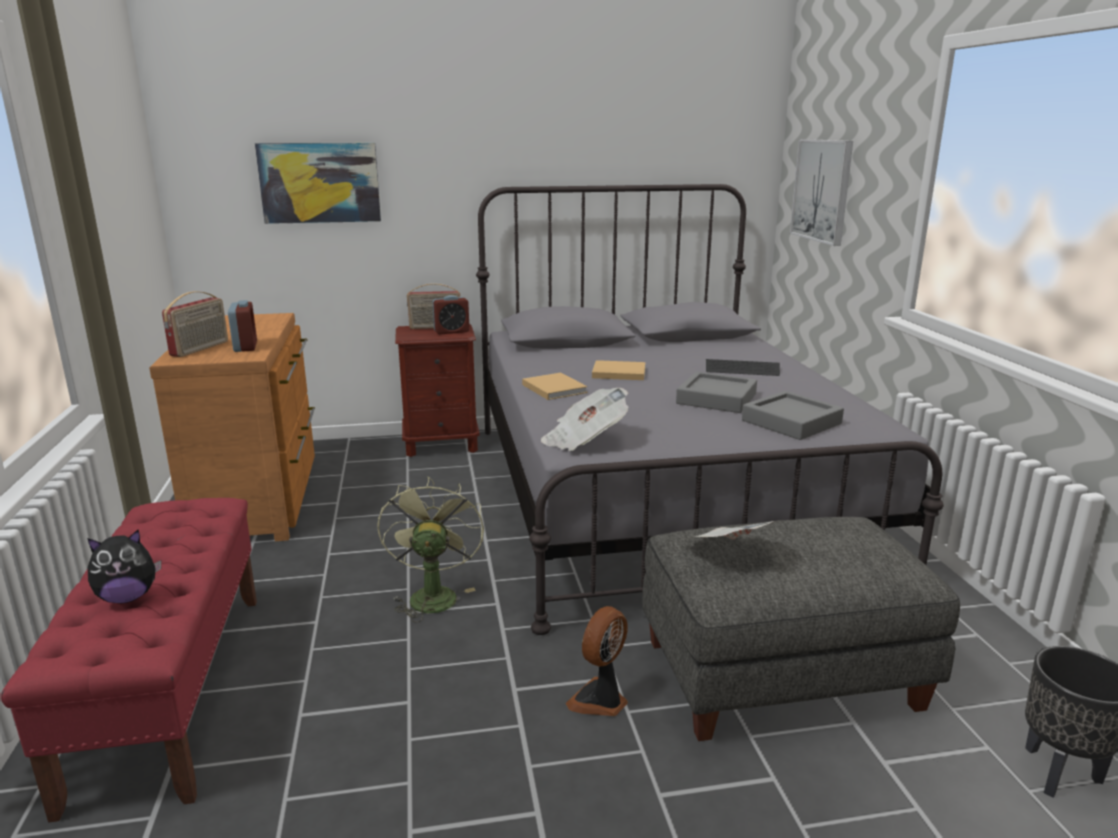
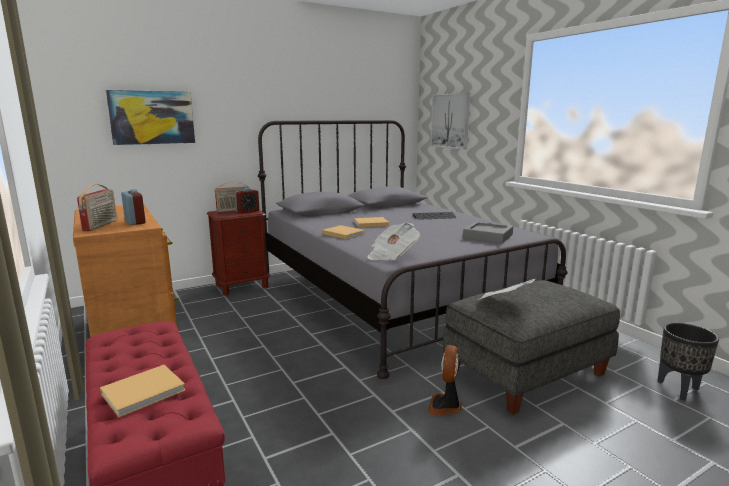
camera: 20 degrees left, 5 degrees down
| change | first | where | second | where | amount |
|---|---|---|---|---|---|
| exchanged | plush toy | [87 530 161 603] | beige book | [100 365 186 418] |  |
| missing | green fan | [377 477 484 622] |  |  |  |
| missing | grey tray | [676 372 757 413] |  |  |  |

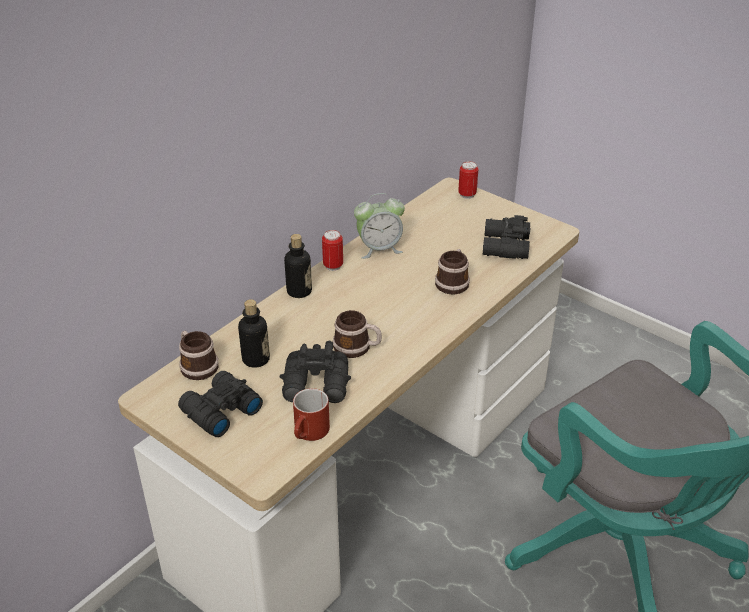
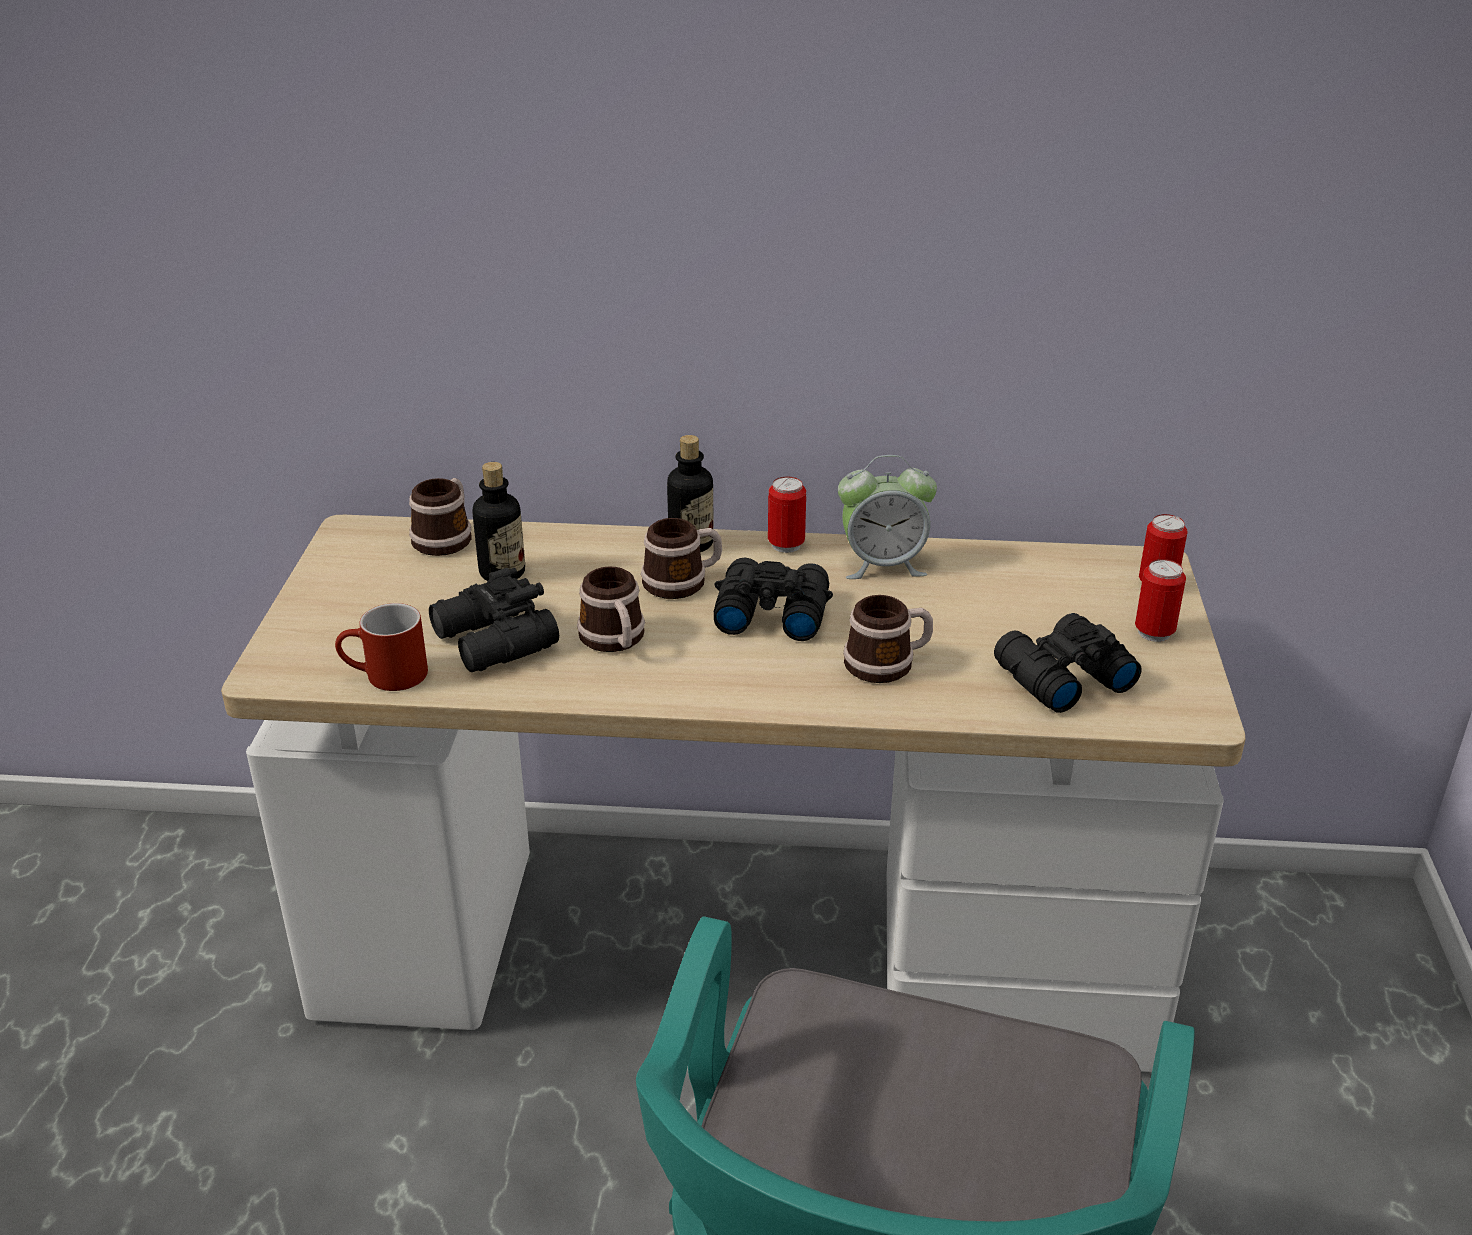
camera: 55 degrees right, 5 degrees down
| change | first | where | second | where | amount |
|---|---|---|---|---|---|
| relocated | black binoculars | [178 371 263 437] |  | [714 558 833 641] |  |
| spun | alarm clock | [354 193 405 259] |  | [838 455 937 579] | 45 degrees counterclockwise |
| appeared |  |  | mug | [641 518 722 599] |  |
| appeared |  |  | can | [1135 559 1186 642] |  |

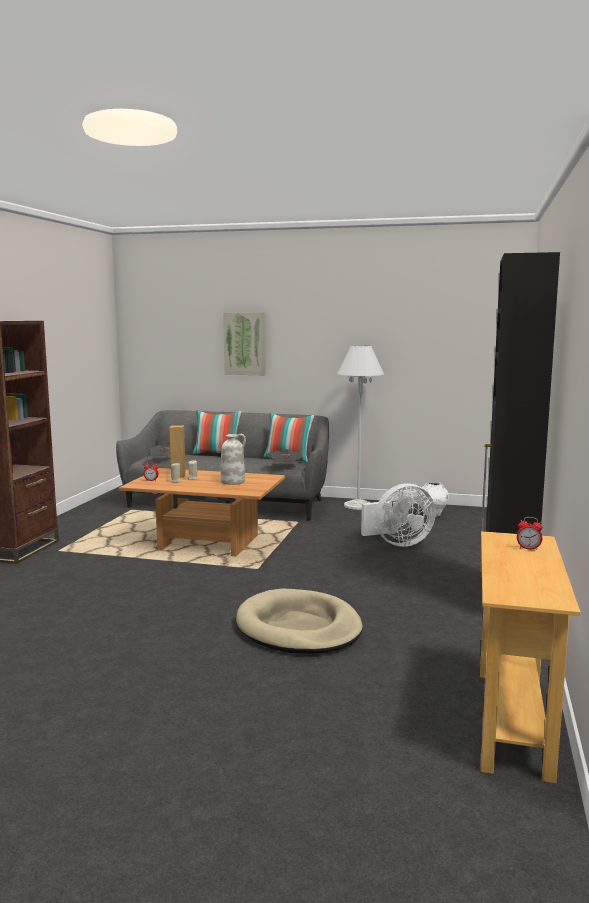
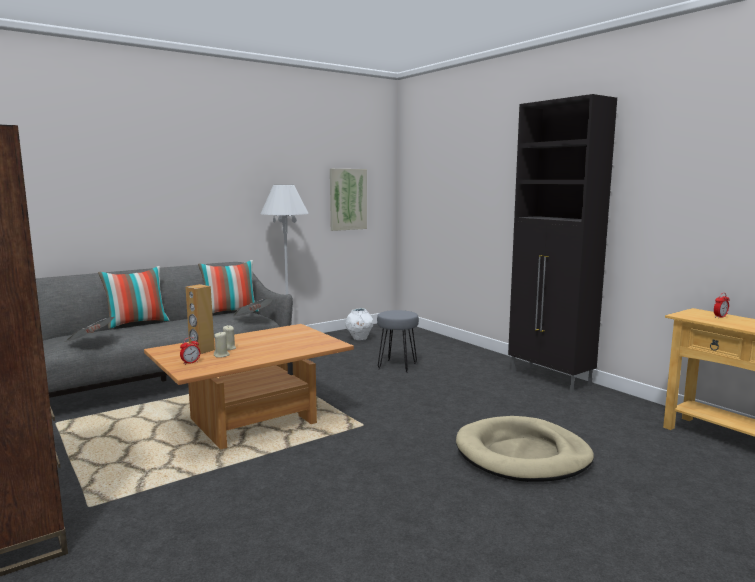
camera: 50 degrees left, 0 degrees up
| change | first | where | second | where | amount |
|---|---|---|---|---|---|
| missing | white vase | [221 434 246 485] |  |  |  |
| relocated | picture | [223 312 266 375] |  | [330 169 367 231] |  |
| exchanged | white fan | [361 483 436 547] | grey stool | [377 310 419 373] |  |

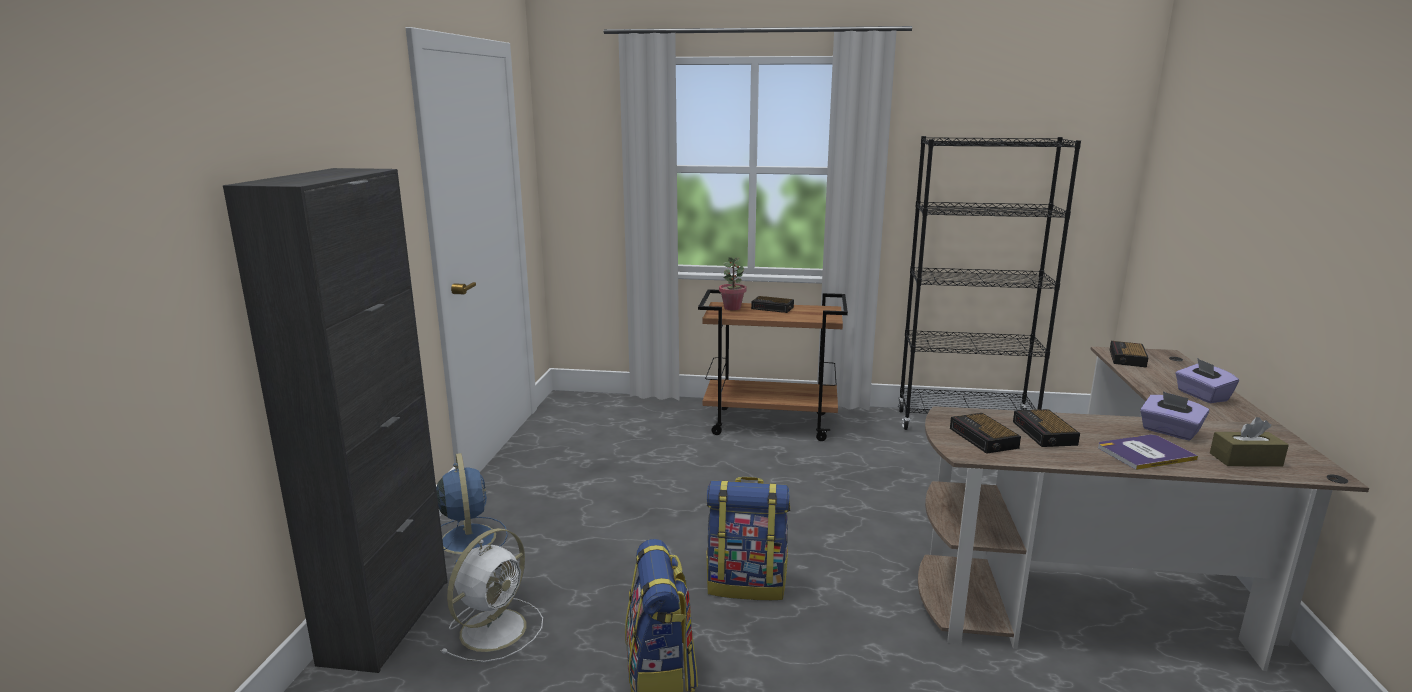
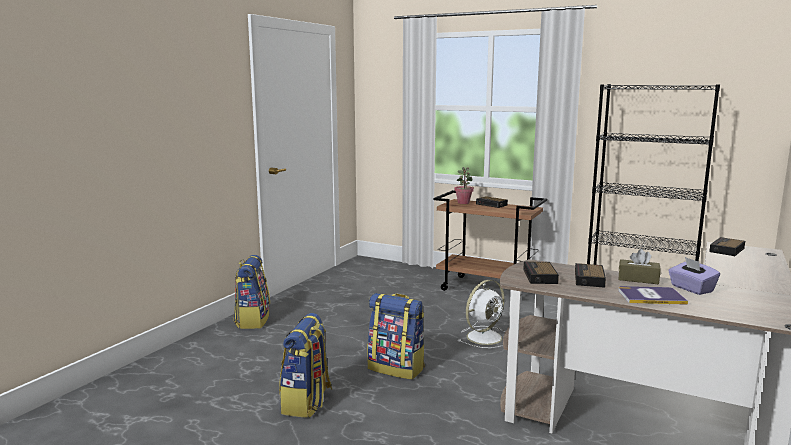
camera: 20 degrees right, 5 degrees down
| change | first | where | second | where | amount |
|---|---|---|---|---|---|
| missing | black cabinet | [223 168 448 673] |  |  |  |
| exchanged | blue fan | [436 453 508 562] | backpack | [233 255 270 329] |  |
| relocated | white fan | [440 528 543 662] |  | [458 280 505 348] |  |
| missing | purple tissue box | [1175 358 1239 403] |  |  |  |
| relocated | brown tissue box | [1210 417 1289 467] |  | [619 249 661 284] |  |

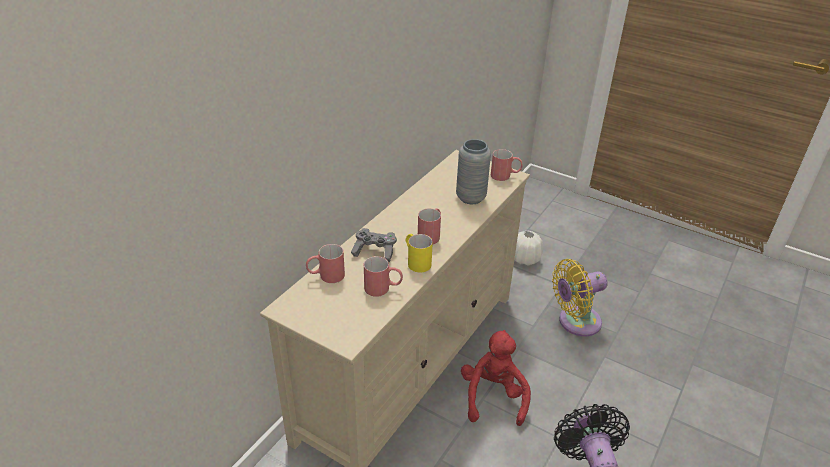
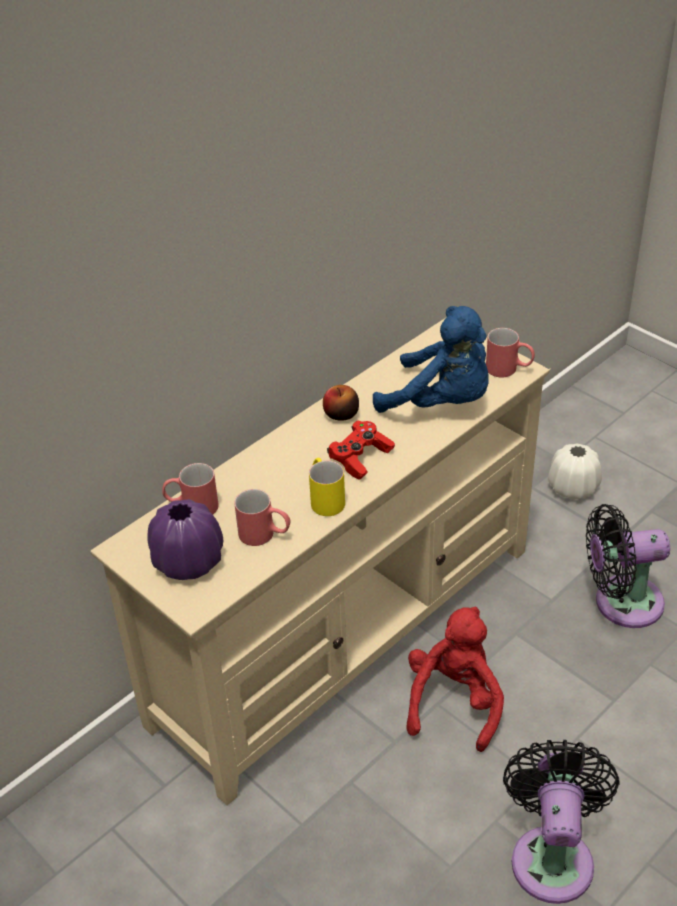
camera: 15 degrees right, 5 degrees up
| change | first | where | second | where | amount |
|---|---|---|---|---|---|
| missing | grey game controller | [351 228 397 262] |  |  |  |
| exchanged | red mug | [418 208 441 244] | red game controller | [327 421 395 480] |  |
| exchanged | grey vase | [456 139 491 204] | blue plush toy | [373 306 489 413] |  |
| colour | yellow fan | [552 259 608 336] | black fan | [586 504 670 628] |  |
| appeared |  |  | purple vase | [147 499 223 580] |  |
| appeared |  |  | apple | [323 385 359 421] |  |

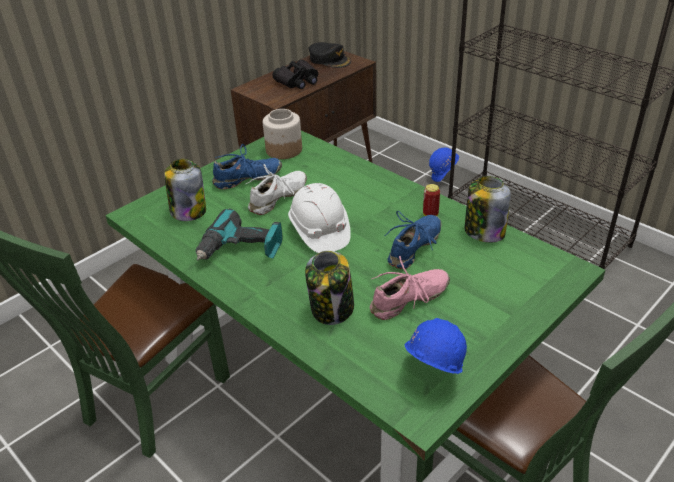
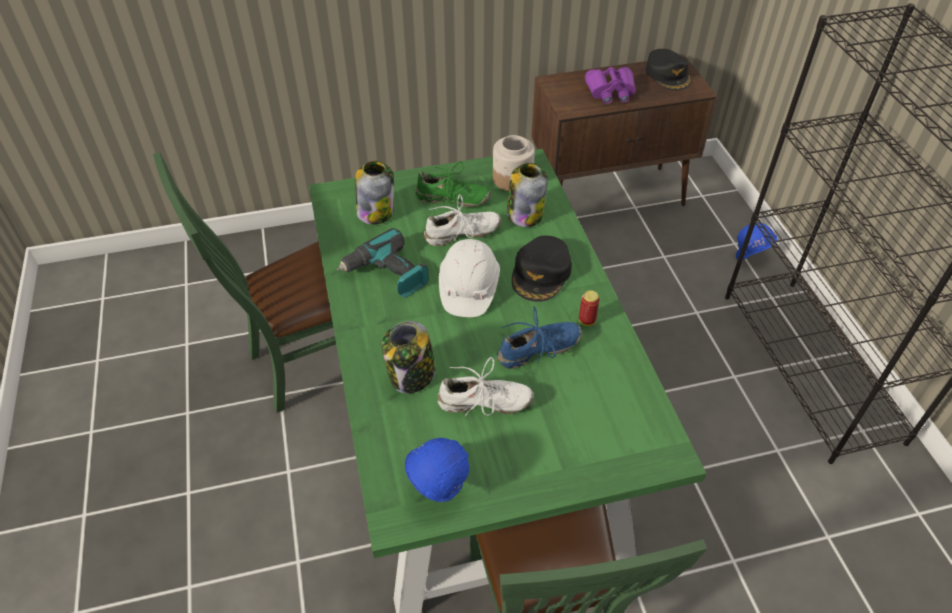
camera: 30 degrees right, 10 degrees up
| change | first | where | second | where | amount |
|---|---|---|---|---|---|
| colour | blue shoe | [212 144 282 189] | green shoe | [416 161 491 207] |  |
| colour | black binoculars | [272 60 318 89] | purple binoculars | [585 67 636 104] |  |
| colour | pink shoe | [370 256 450 320] | white shoe | [437 357 534 417] |  |
| relocated | jar | [465 176 511 243] |  | [506 163 548 227] |  |
| appeared |  |  | black cap | [512 236 572 302] |  |

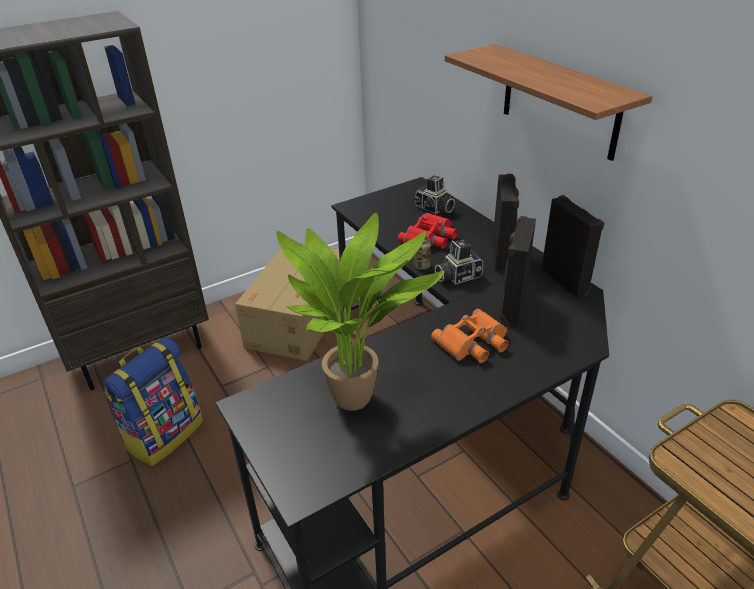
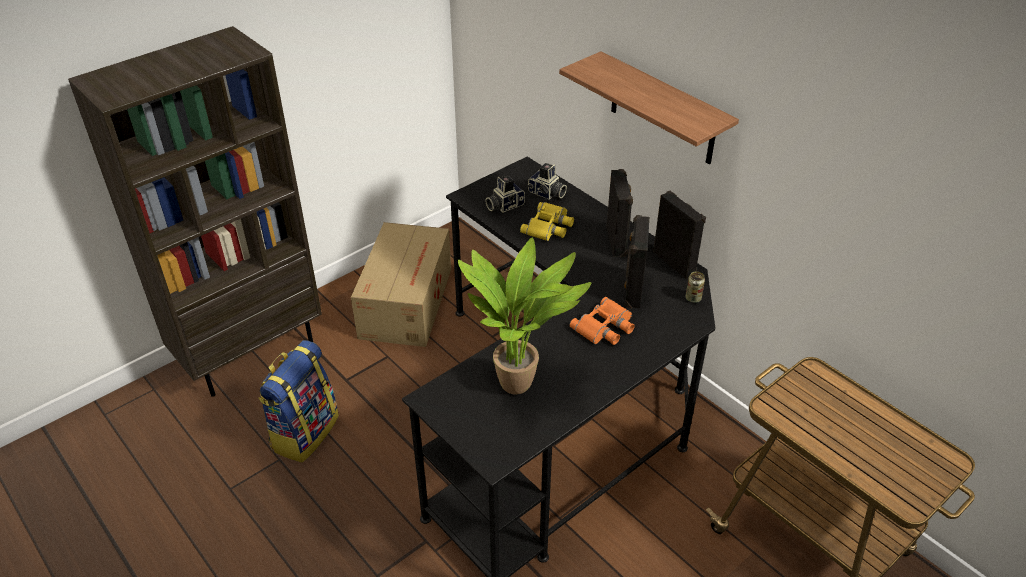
camera: 10 degrees left, 5 degrees up
| change | first | where | second | where | amount |
|---|---|---|---|---|---|
| colour | red binoculars | [398 213 458 249] | yellow binoculars | [520 202 574 241] |  |
| relocated | can | [414 237 431 270] |  | [685 272 705 303] |  |
| relocated | photo camera | [435 240 483 285] |  | [485 175 525 213] |  |

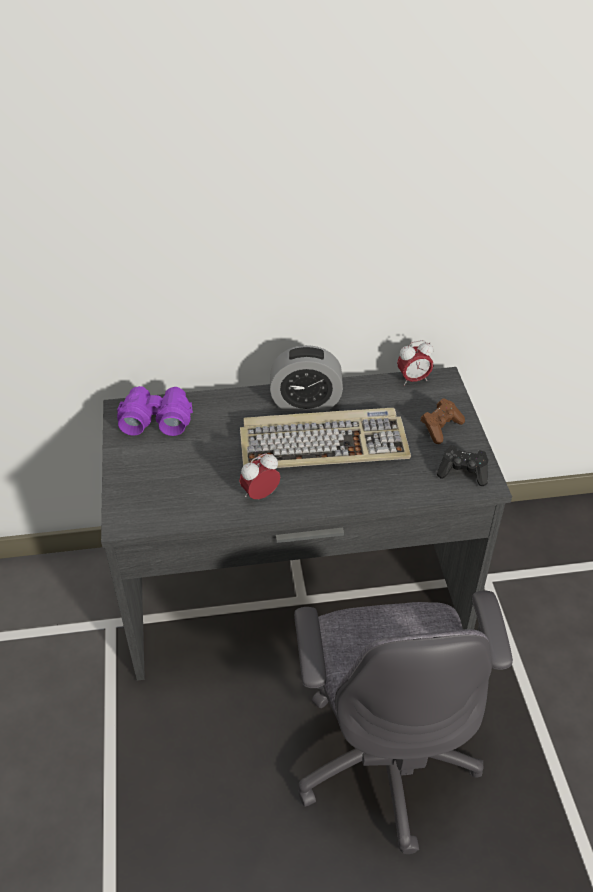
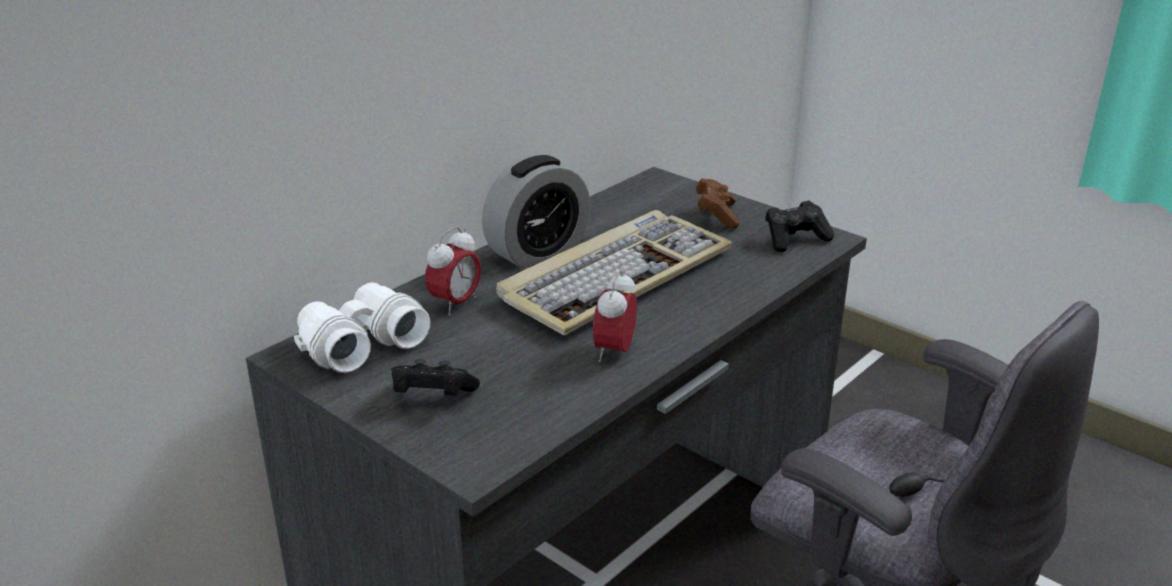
camera: 40 degrees left, 15 degrees down
| change | first | where | second | where | amount |
|---|---|---|---|---|---|
| colour | purple binoculars | [117 386 193 436] | white binoculars | [294 282 430 373] |  |
| relocated | alarm clock | [397 340 434 386] |  | [425 226 481 315] |  |
| appeared |  |  | black game controller | [391 359 480 395] |  |

